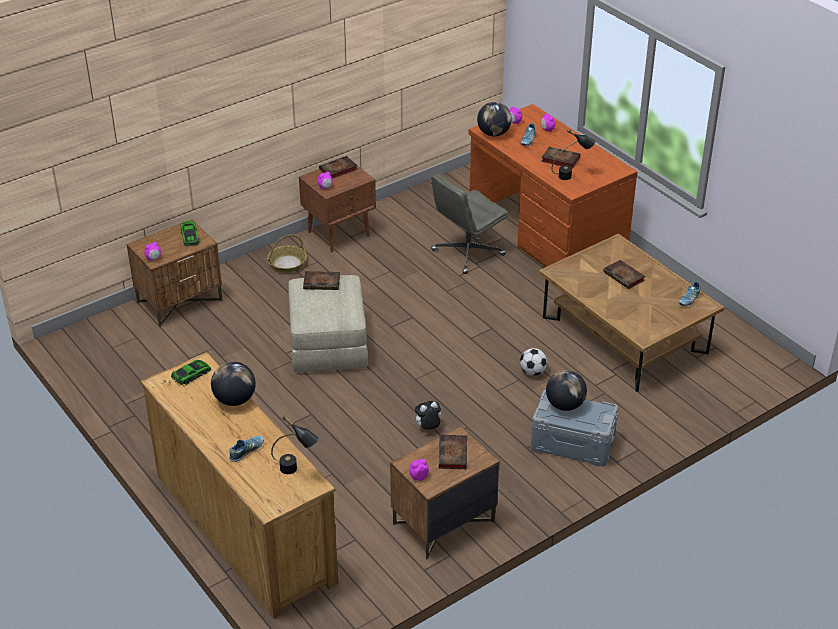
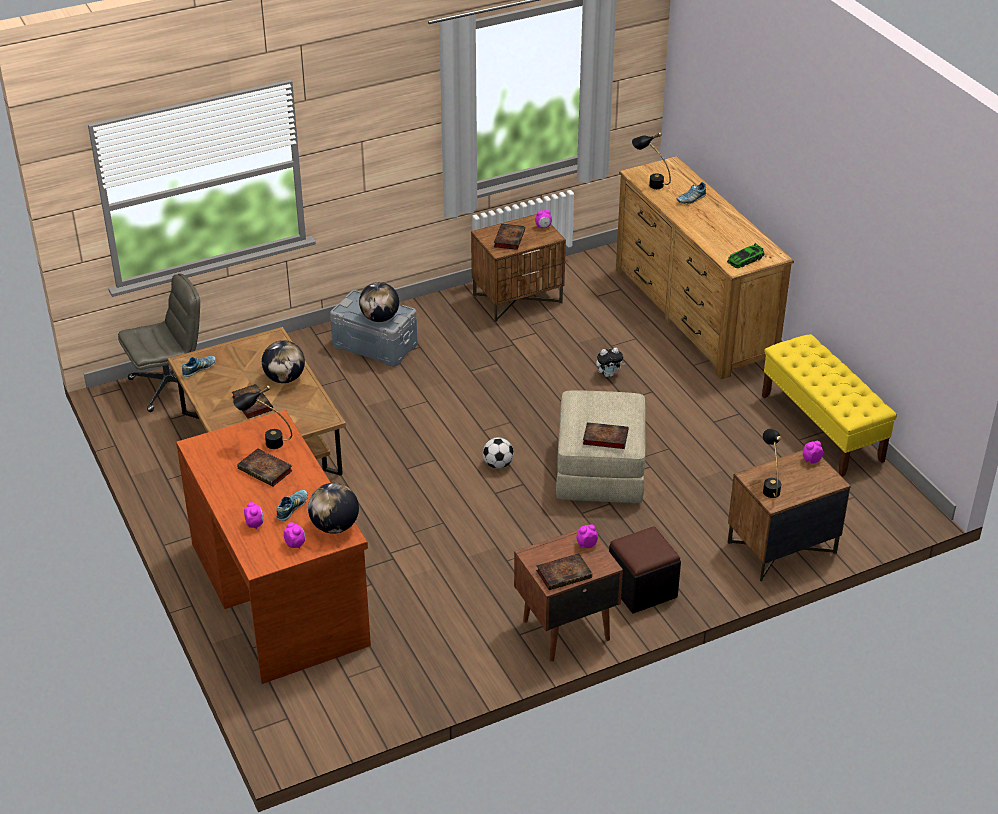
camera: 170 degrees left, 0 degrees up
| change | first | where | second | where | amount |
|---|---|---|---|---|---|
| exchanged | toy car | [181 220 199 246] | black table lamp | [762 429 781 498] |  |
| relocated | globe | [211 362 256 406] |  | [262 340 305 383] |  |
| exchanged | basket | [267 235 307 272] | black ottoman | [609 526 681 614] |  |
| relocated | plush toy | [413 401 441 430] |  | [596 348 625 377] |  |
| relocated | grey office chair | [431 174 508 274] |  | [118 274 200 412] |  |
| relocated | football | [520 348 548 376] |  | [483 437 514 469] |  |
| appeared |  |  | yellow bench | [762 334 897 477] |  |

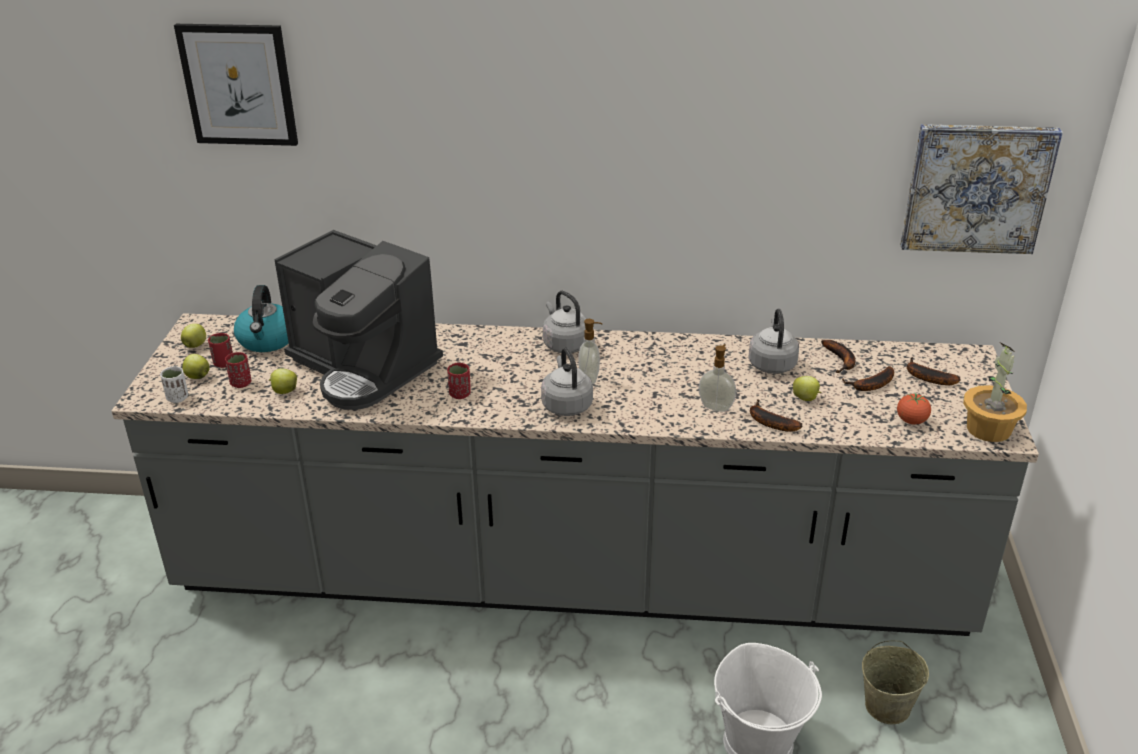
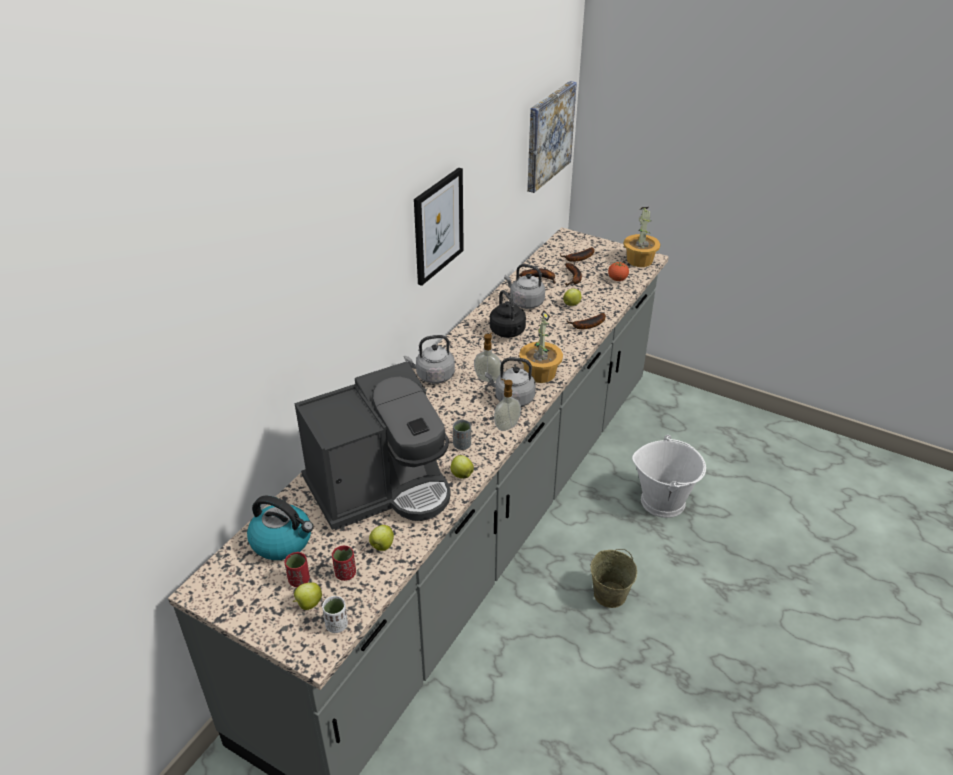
camera: 65 degrees left, 5 degrees up
| change | first | where | second | where | amount |
|---|---|---|---|---|---|
| relocated | picture | [174 24 298 146] |  | [414 168 464 286] |  |
| relocated | apple | [181 324 206 348] |  | [450 455 474 478] |  |
| colour | red cup | [447 363 471 399] | grey cup | [453 420 471 450] |  |
| relocated | soap dispenser | [698 344 736 412] |  | [494 379 521 431] |  |
| relocated | beige bucket | [862 640 929 724] |  | [591 549 637 608] |  |
| appeared |  |  | black kettle | [490 290 526 338] |  |
| appeared |  |  | potted plant | [519 310 563 383] |  |

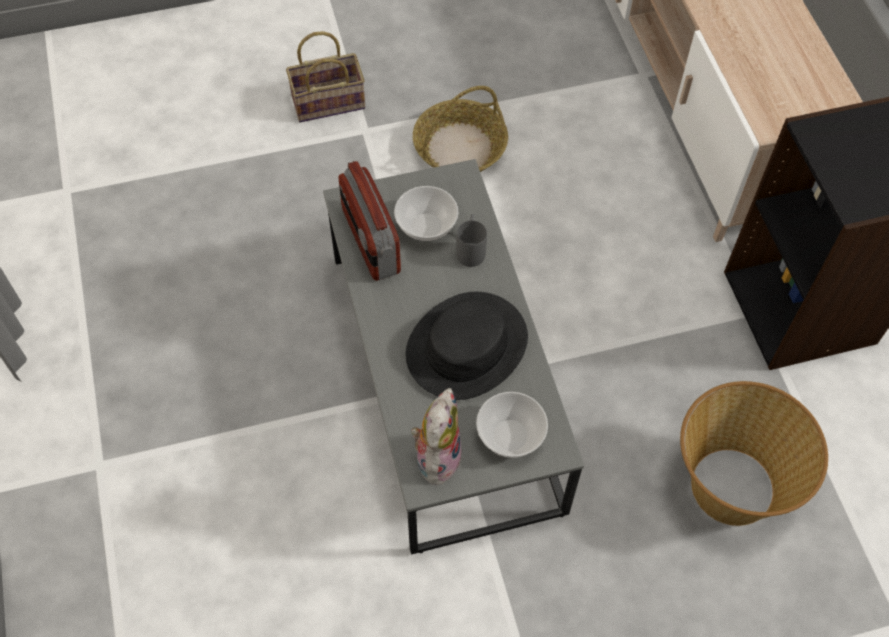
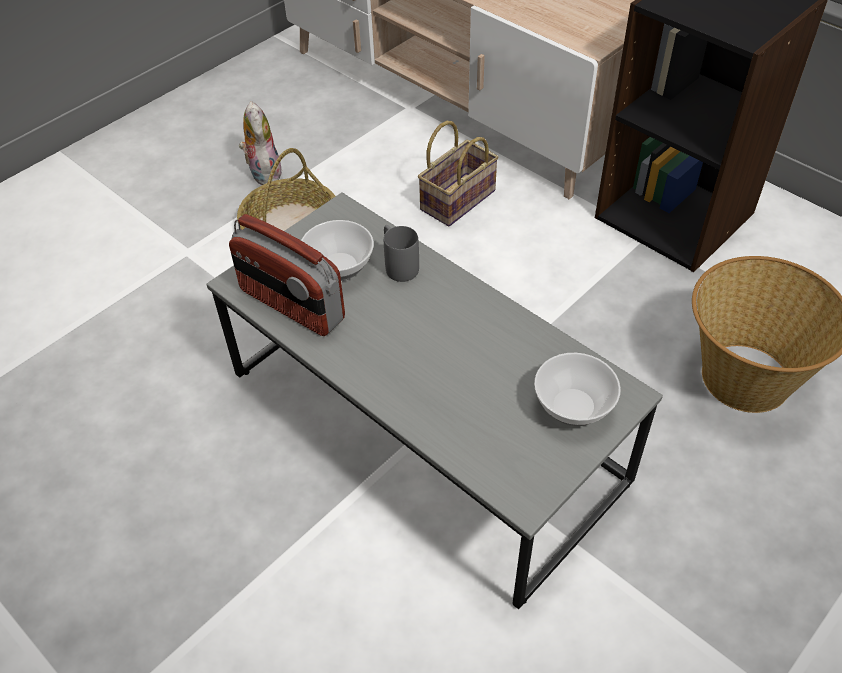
camera: 30 degrees left, 10 degrees down
| change | first | where | second | where | amount |
|---|---|---|---|---|---|
| relocated | basket | [286 31 365 122] |  | [418 121 499 226] |  |
| missing | black hat | [406 292 528 400] |  |  |  |
| relocated | plush toy | [411 388 462 490] |  | [239 101 282 185] |  |

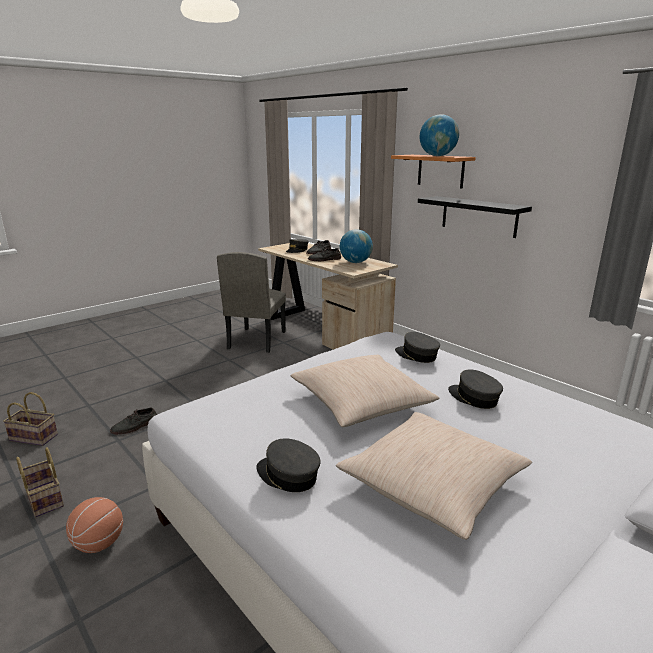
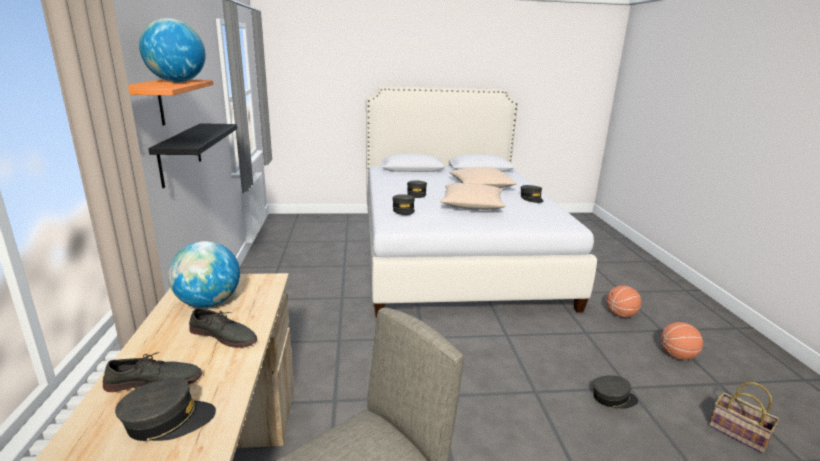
camera: 145 degrees left, 0 degrees up
| change | first | where | second | where | amount |
|---|---|---|---|---|---|
| exchanged | basket | [16 447 64 517] | basketball | [661 322 703 360] |  |
| exchanged | grey shoe | [110 407 157 434] | grey cap | [593 375 638 409] |  |

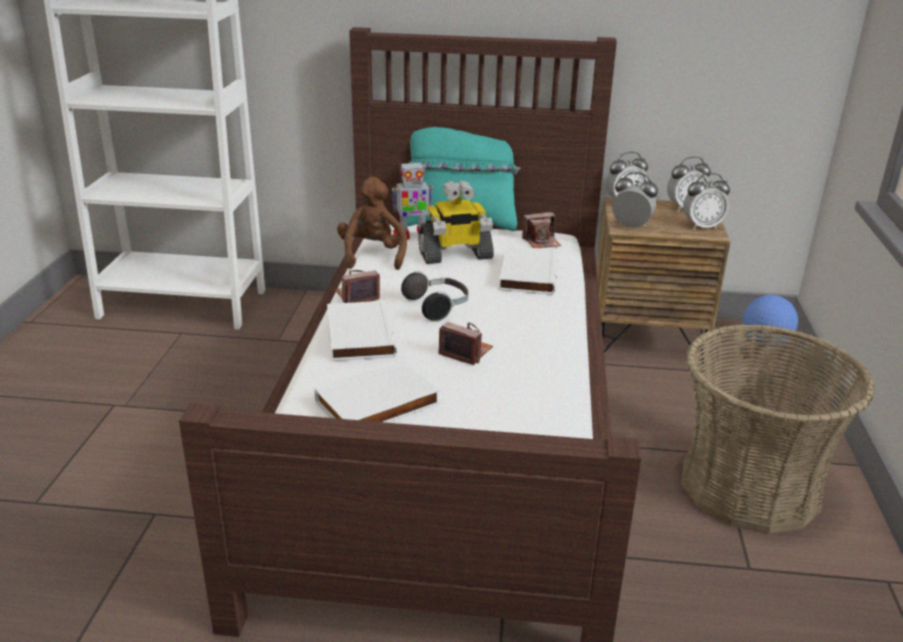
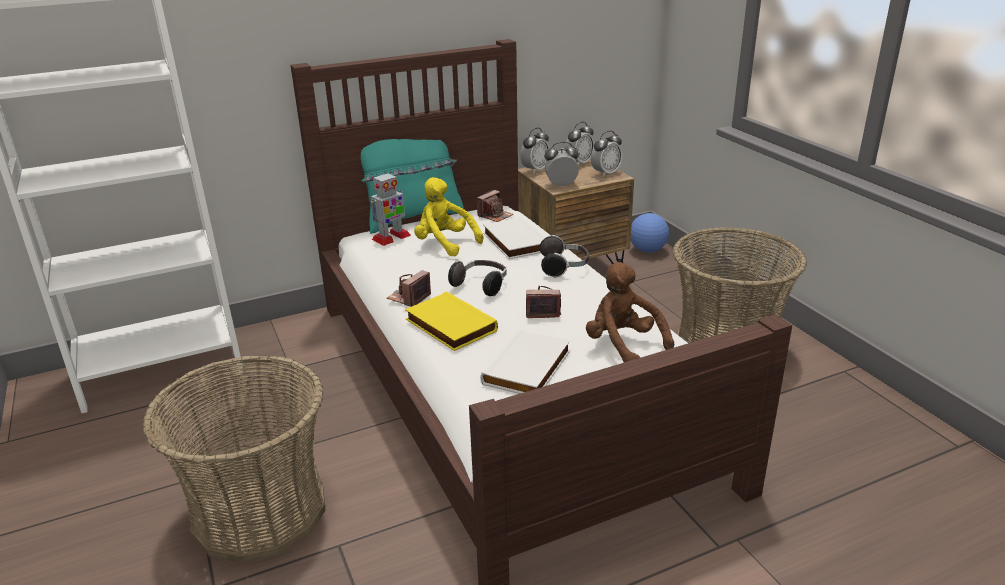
camera: 30 degrees left, 0 degrees up
| change | first | where | second | where | amount |
|---|---|---|---|---|---|
| colour | white book | [327 300 397 361] | yellow book | [405 291 498 351] |  |
| relocated | brown plush toy | [337 177 407 270] |  | [586 262 674 363] |  |
| exchanged | toy robot | [418 180 494 264] | yellow plush toy | [414 177 483 257] |  |
| appeared |  |  | basket | [143 355 326 563] |  |
| appeared |  |  | headphones | [540 235 589 278] |  |

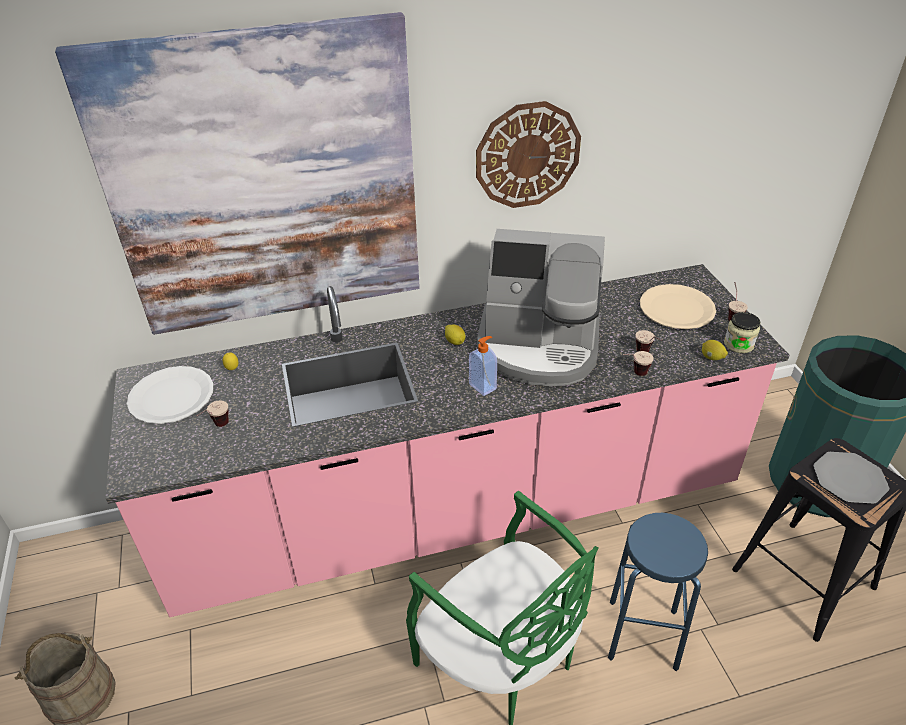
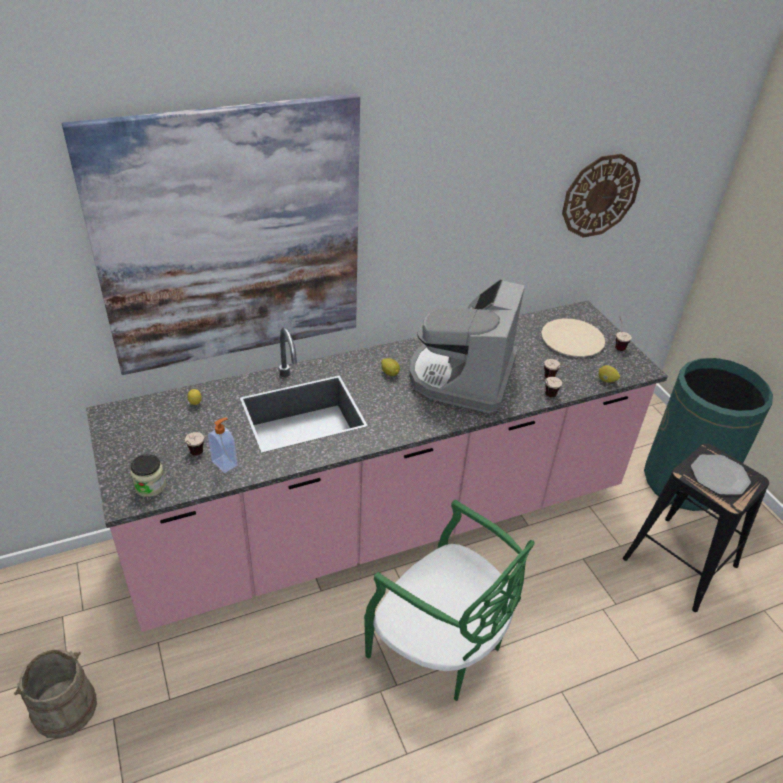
camera: 10 degrees left, 0 degrees up
| change | first | where | second | where | amount |
|---|---|---|---|---|---|
| missing | white plate | [127 366 213 424] |  |  |  |
| relocated | soap dispenser | [469 336 497 396] |  | [208 418 237 473] |  |
| relocated | wall clock | [476 101 581 208] |  | [562 154 640 237] |  |
| spun | coffee machine | [477 229 605 386] |  | [409 279 525 413] | 105 degrees clockwise |
| missing | blue stool | [608 513 708 671] |  |  |  |
| relocated | jar | [724 312 760 353] |  | [130 454 166 497] |  |

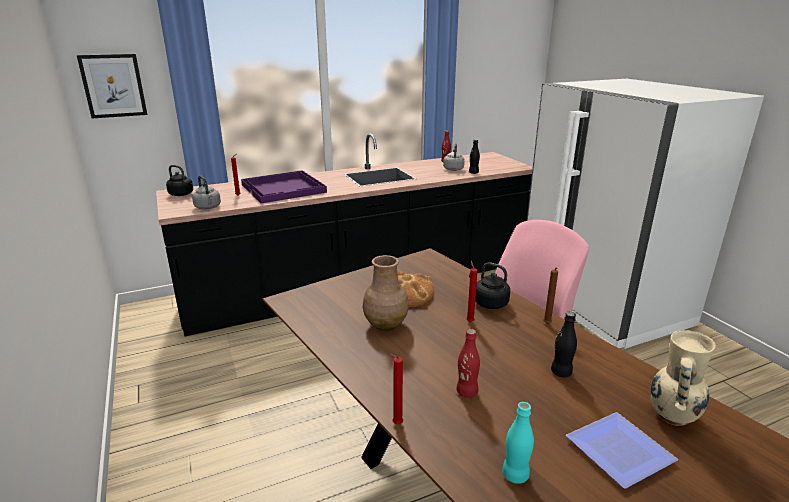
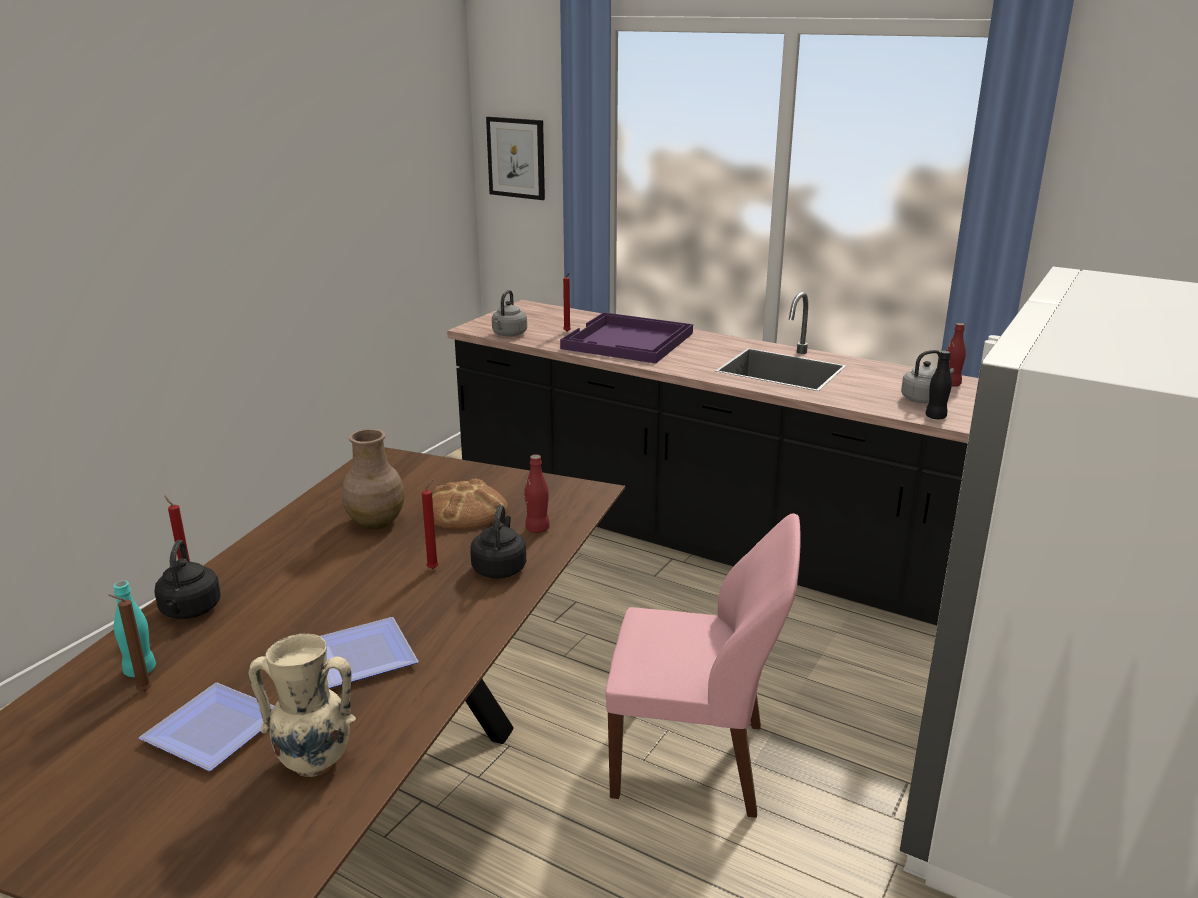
camera: 55 degrees right, 0 degrees up
| change | first | where | second | where | amount |
|---|---|---|---|---|---|
| relocated | black kettle | [166 165 193 196] |  | [154 540 221 619] |  |
| relocated | red bottle | [456 329 480 398] |  | [524 455 550 533] |  |
| relocated | brown candle | [543 268 558 324] |  | [108 594 152 691] |  |
| exchanged | black bottle | [551 312 577 377] | plate | [320 617 419 688] |  |

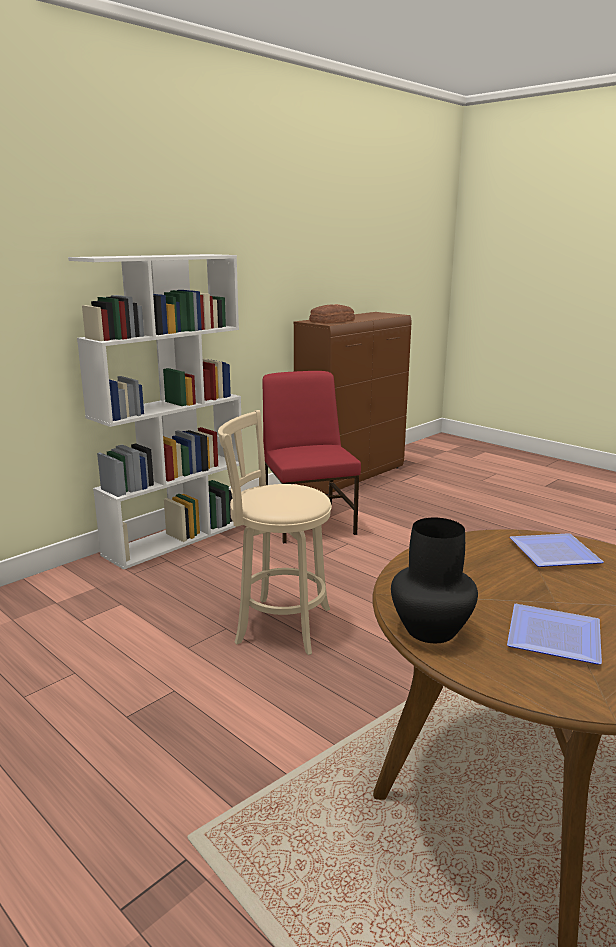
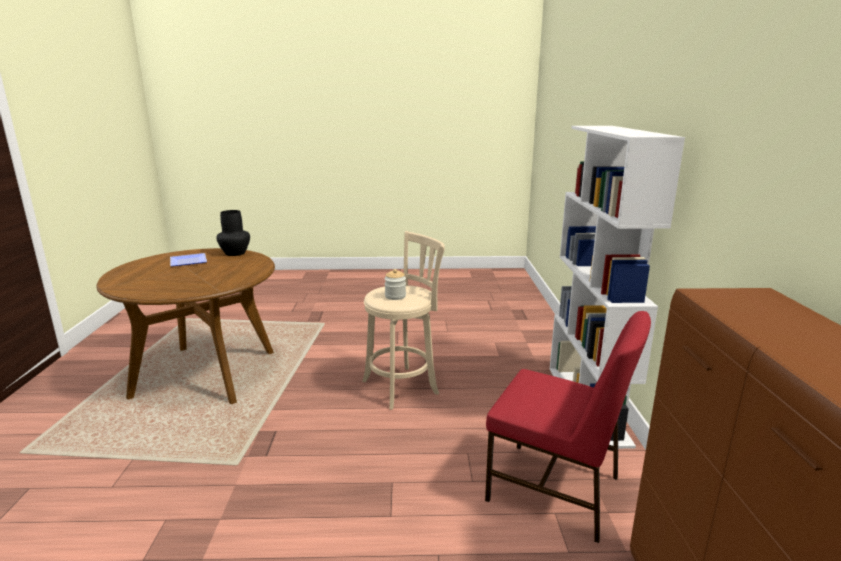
camera: 135 degrees right, 0 degrees up
| change | first | where | second | where | amount |
|---|---|---|---|---|---|
| missing | bread | [309 304 355 324] |  |  |  |
| missing | plate | [510 533 604 567] |  |  |  |
| appeared |  |  | jar | [384 269 406 300] |  |

